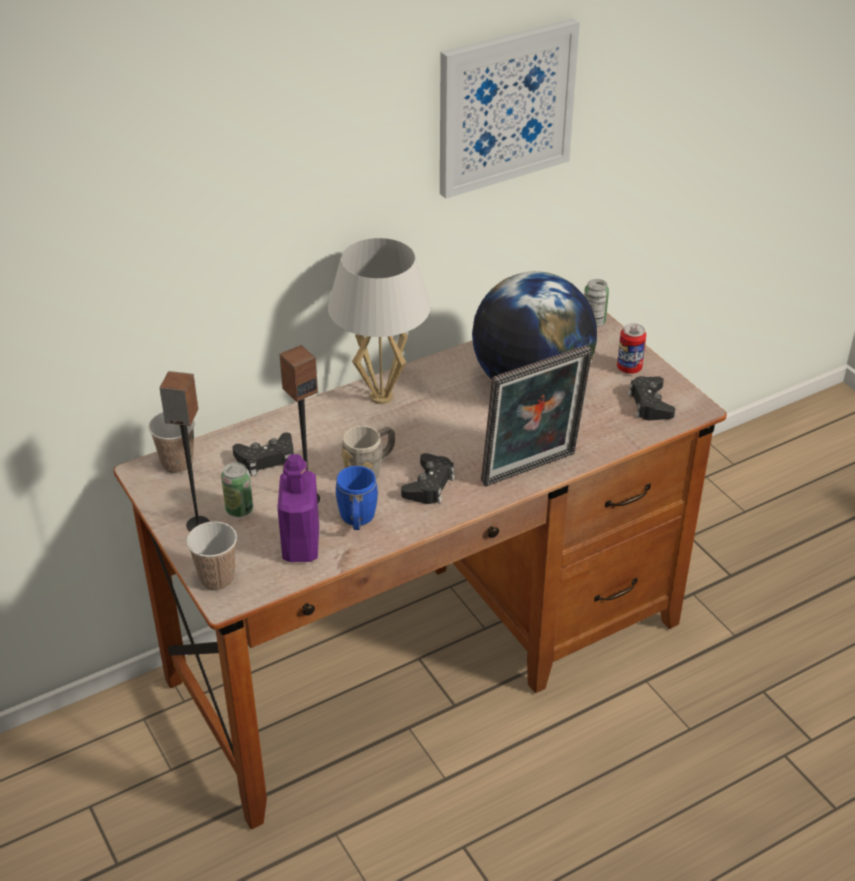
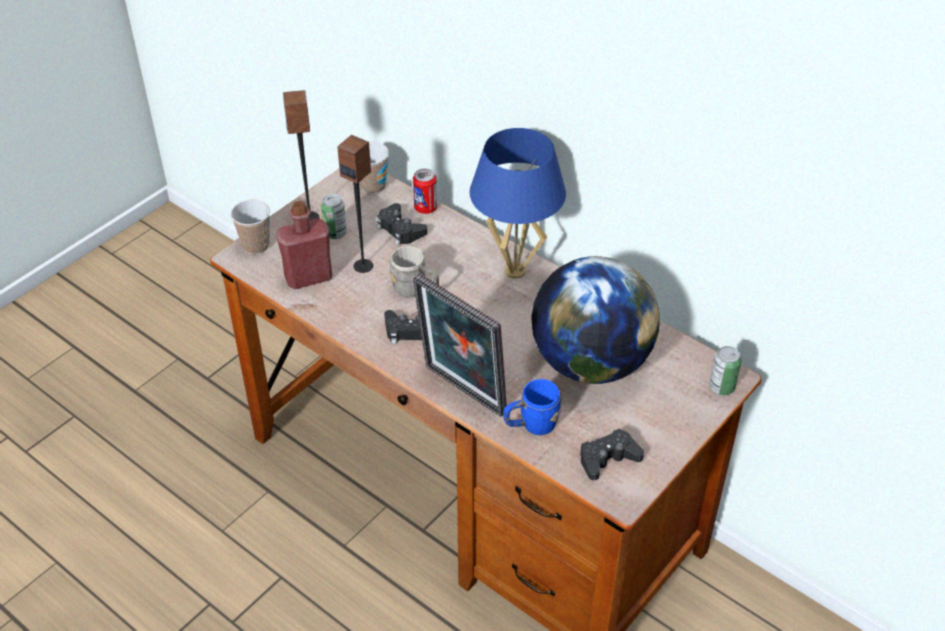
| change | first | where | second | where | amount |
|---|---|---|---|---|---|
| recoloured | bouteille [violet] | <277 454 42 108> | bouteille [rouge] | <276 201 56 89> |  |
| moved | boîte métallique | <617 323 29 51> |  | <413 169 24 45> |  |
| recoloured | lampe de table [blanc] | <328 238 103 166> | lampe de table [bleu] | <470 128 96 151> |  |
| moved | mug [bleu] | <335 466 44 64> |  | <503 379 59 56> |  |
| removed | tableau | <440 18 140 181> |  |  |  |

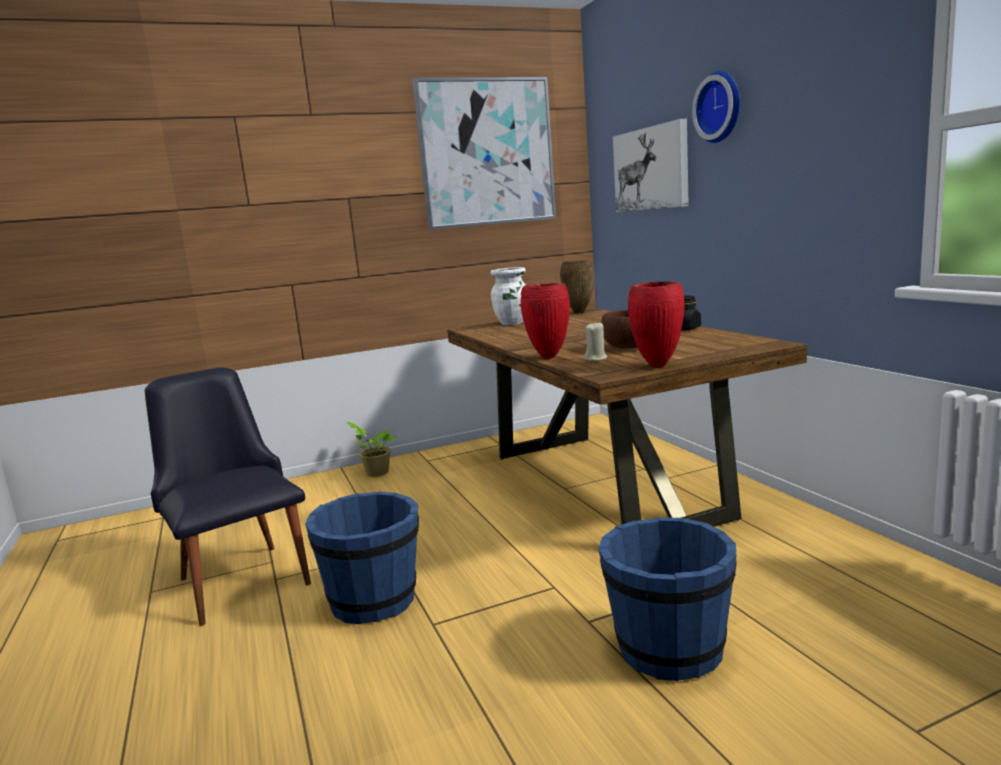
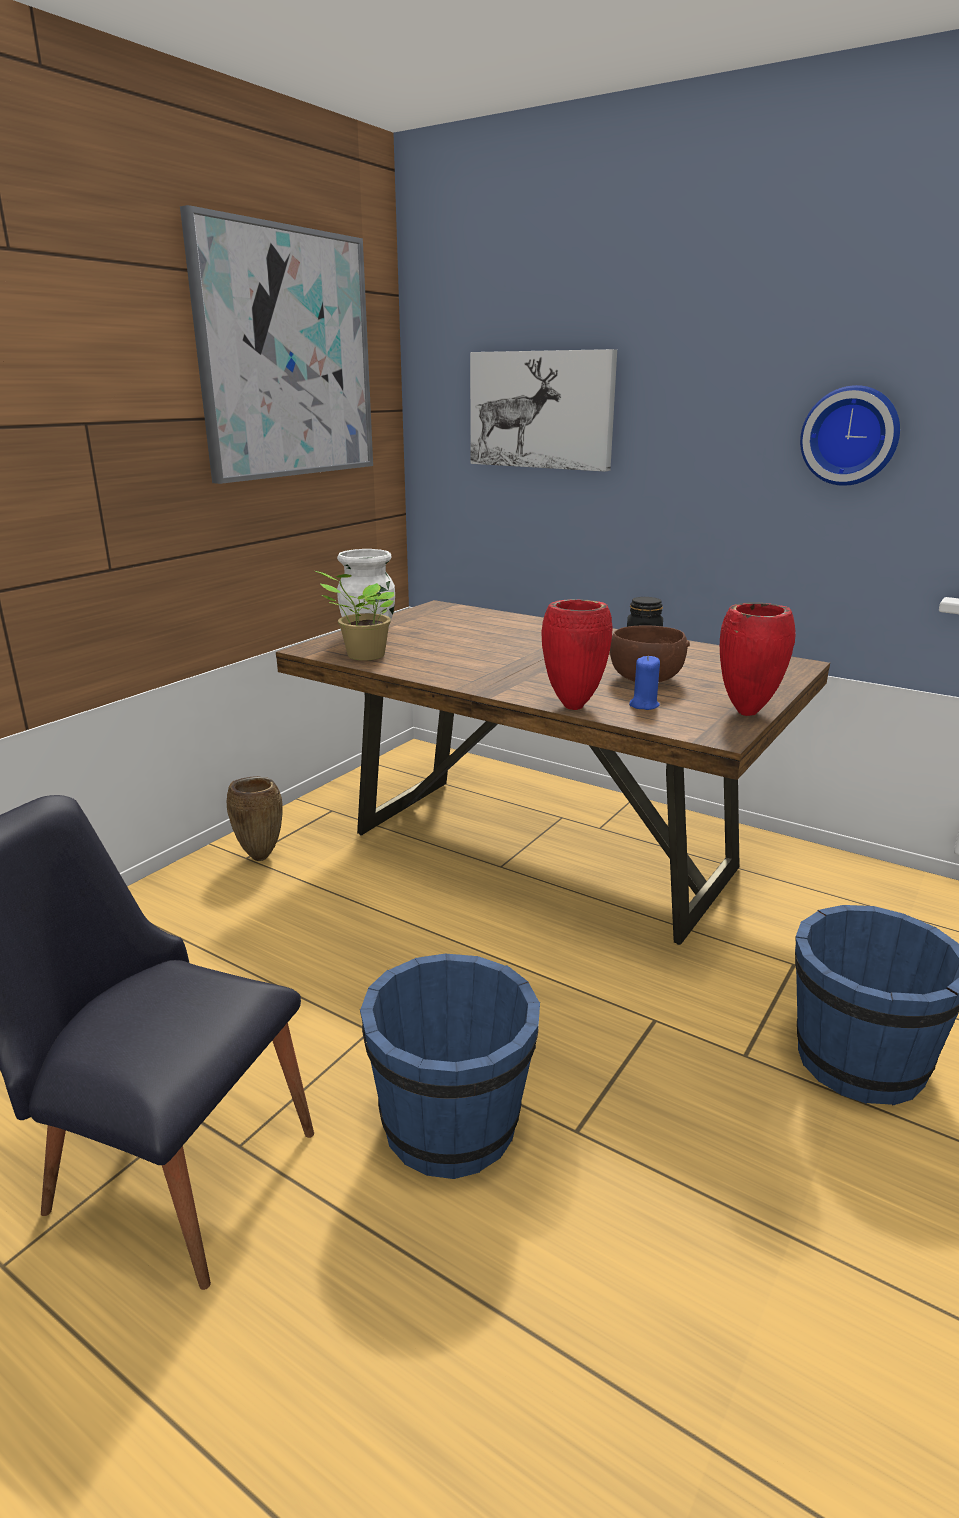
| change | first | where | second | where | amount |
|---|---|---|---|---|---|
| moved | vase [marron] | <560 260 34 54> |  | <227 776 56 85> |  |
| moved | plante en pot | <347 422 50 55> |  | <316 571 78 90> |  |
| recoloured | bougie [beige] | <584 323 23 38> | bougie [bleu] | <629 655 31 55> |  |
| moved | horloge murale | <692 71 49 72> |  | <800 385 100 101> |  |

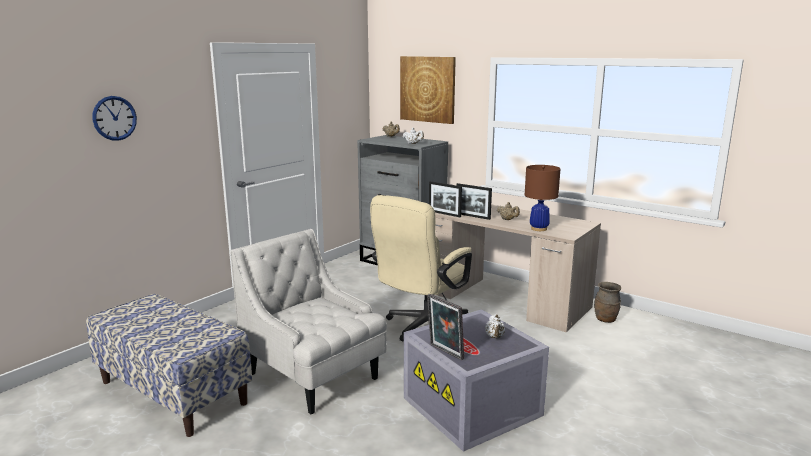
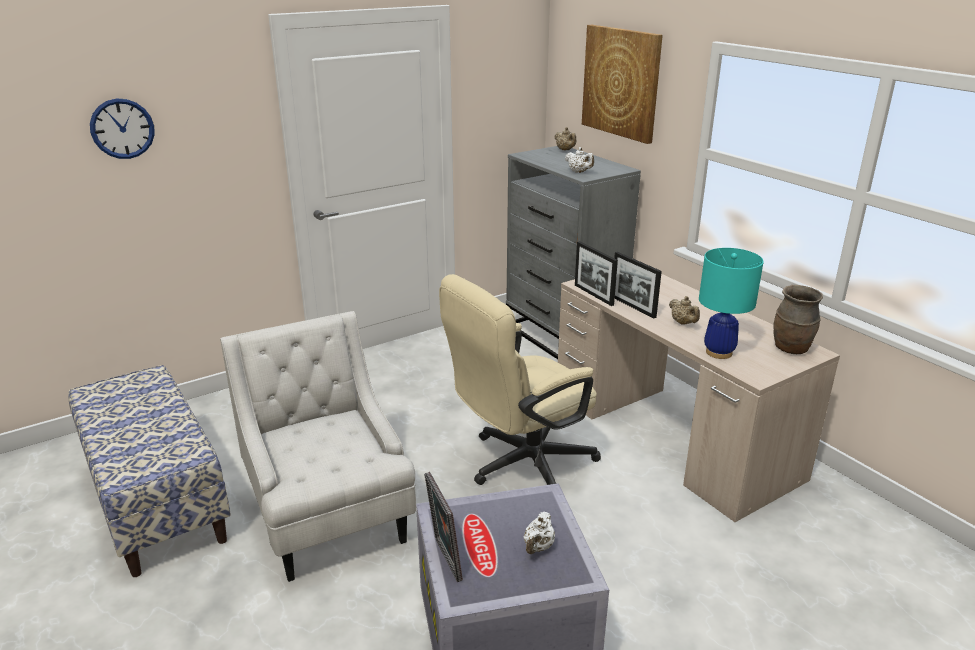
| change | first | where | second | where | amount |
|---|---|---|---|---|---|
| recoloured | lampe de table [marron] | <525 165 35 66> | lampe de table [turquoise] | <699 248 65 111> |  |
| moved | vase [marron] | <594 282 27 41> |  | <773 285 50 69> |  |

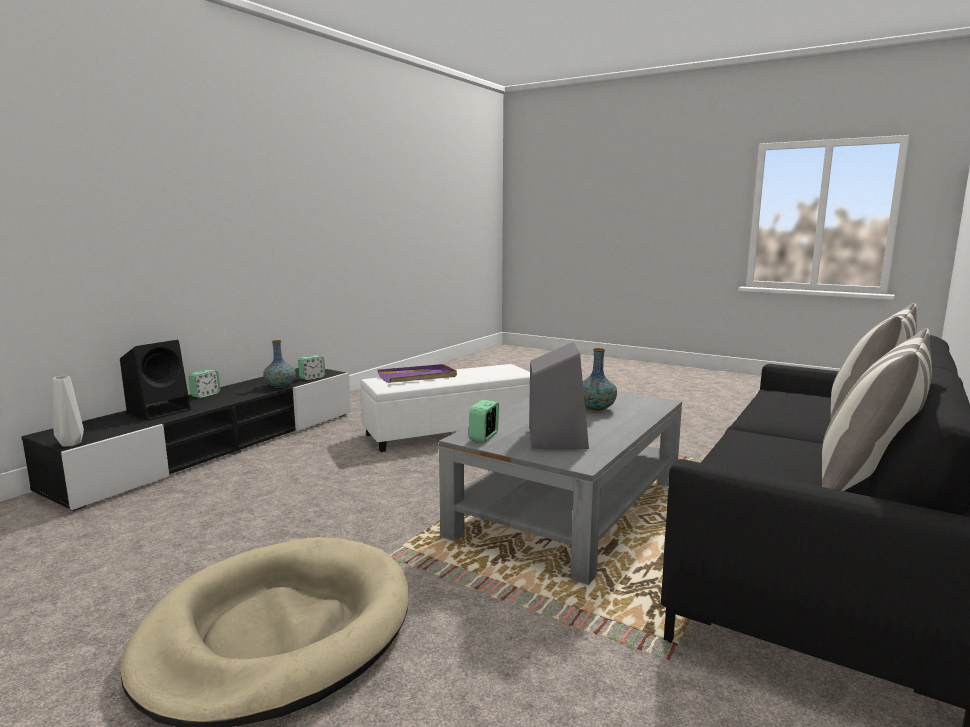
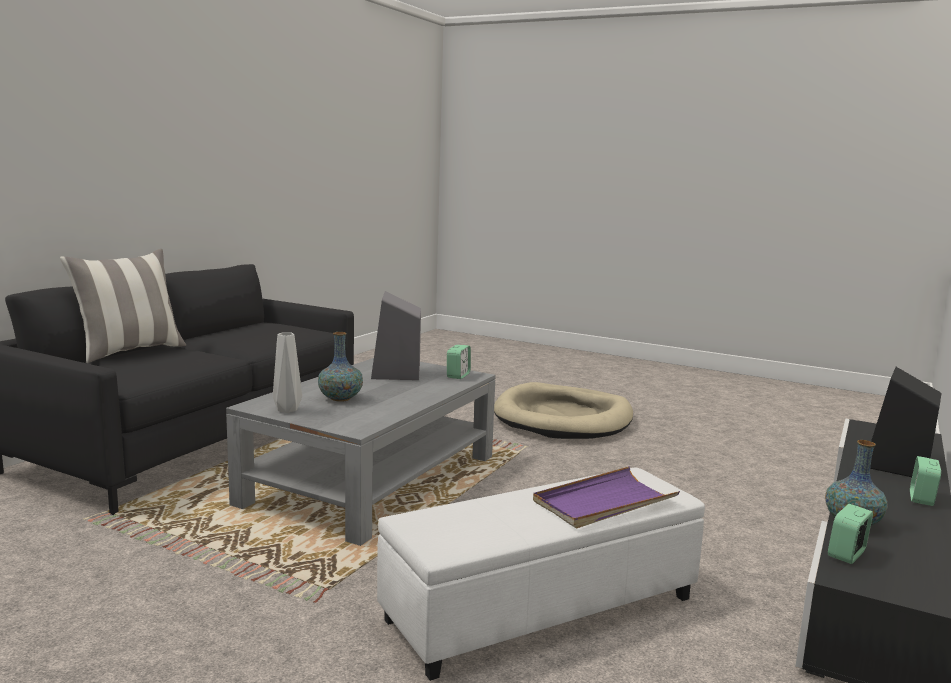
| change | first | where | second | where | amount |
|---|---|---|---|---|---|
| moved | vase [gris] | <53 376 31 70> |  | <273 332 29 81> |  |
| removed | coussin | <822 328 110 163> |  |  |  |

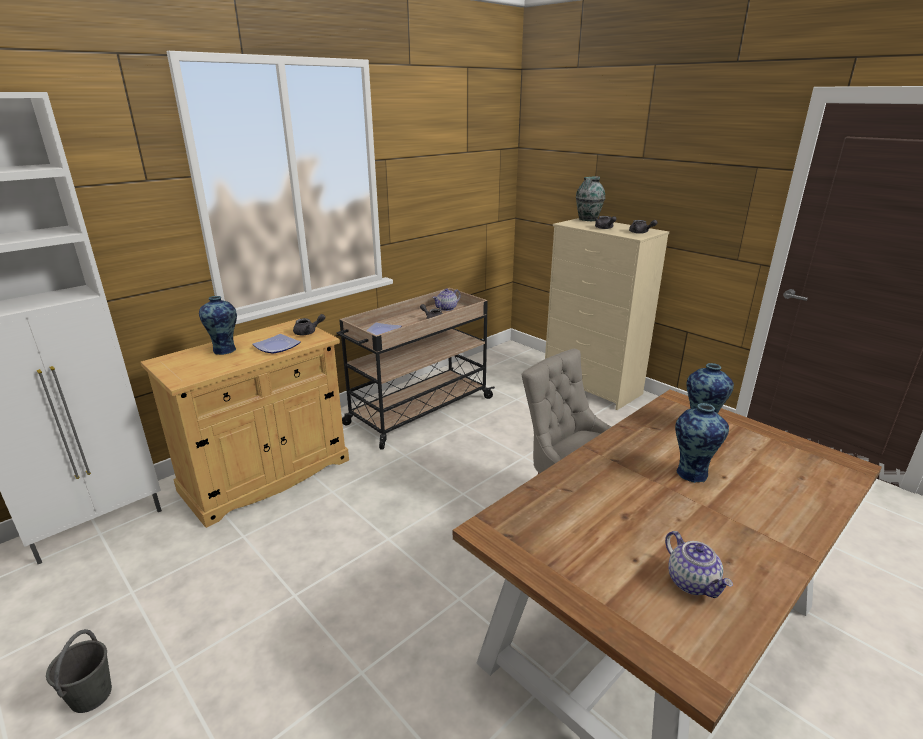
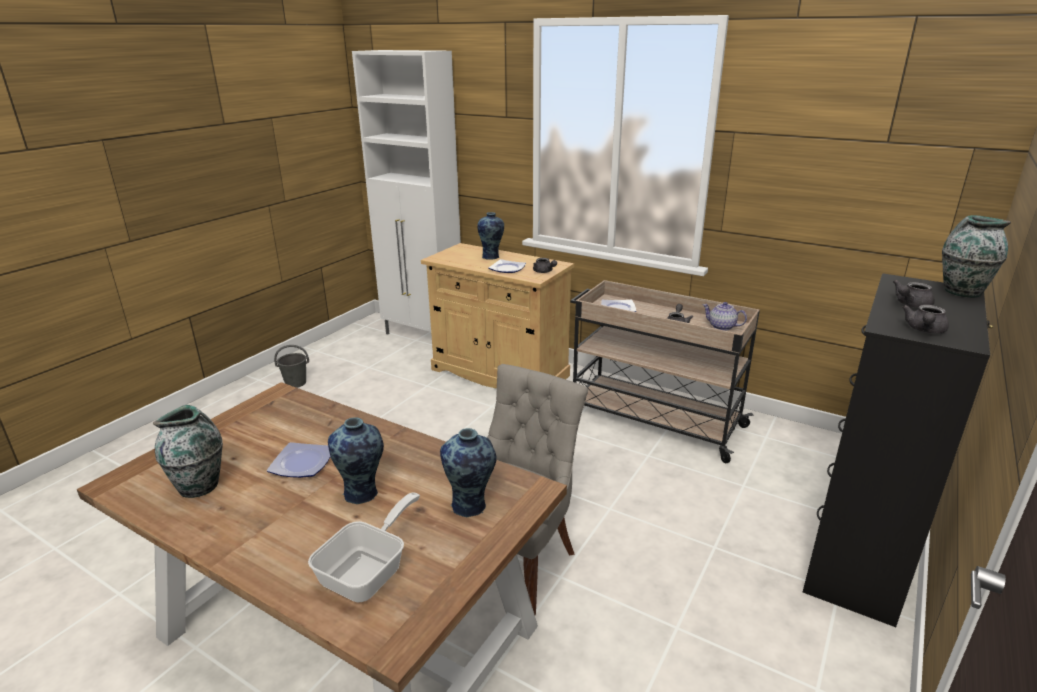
| change | first | where | second | where | amount |
|---|---|---|---|---|---|
| replaced | théière | <665 531 68 67> | vase | <153 405 70 93> |  |
| added |  |  | assiette | <267 442 64 36> |  |
| added |  |  | poêle | <308 492 112 110> |  |
| recoloured | commode [beige] | <545 218 124 192> | commode [noir] | <803 273 190 354> |  |

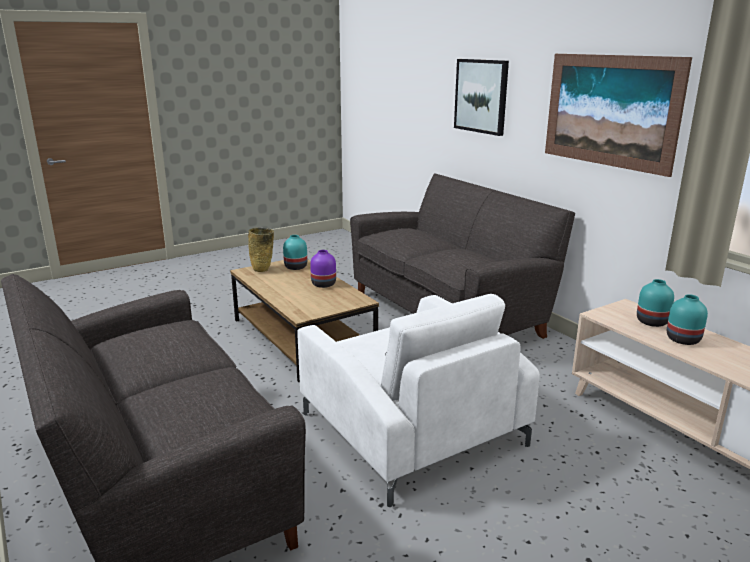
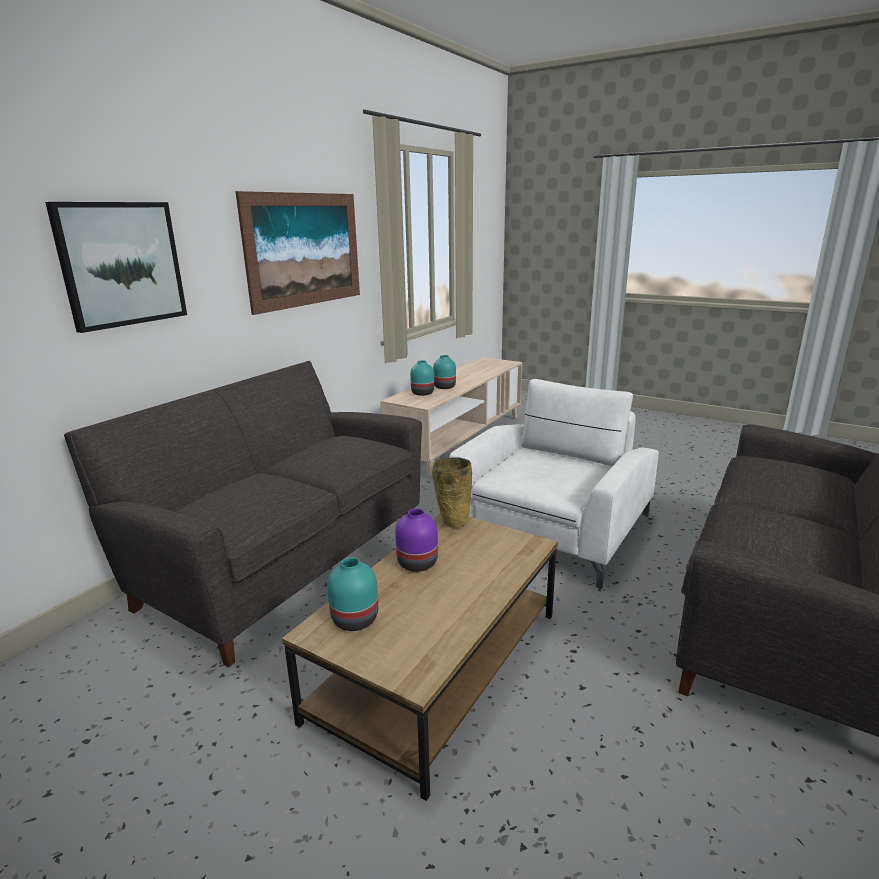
| change | first | where | second | where | amount |
|---|---|---|---|---|---|
| moved | vase [beige] | <248 228 26 44> |  | <432 457 40 71> |  |

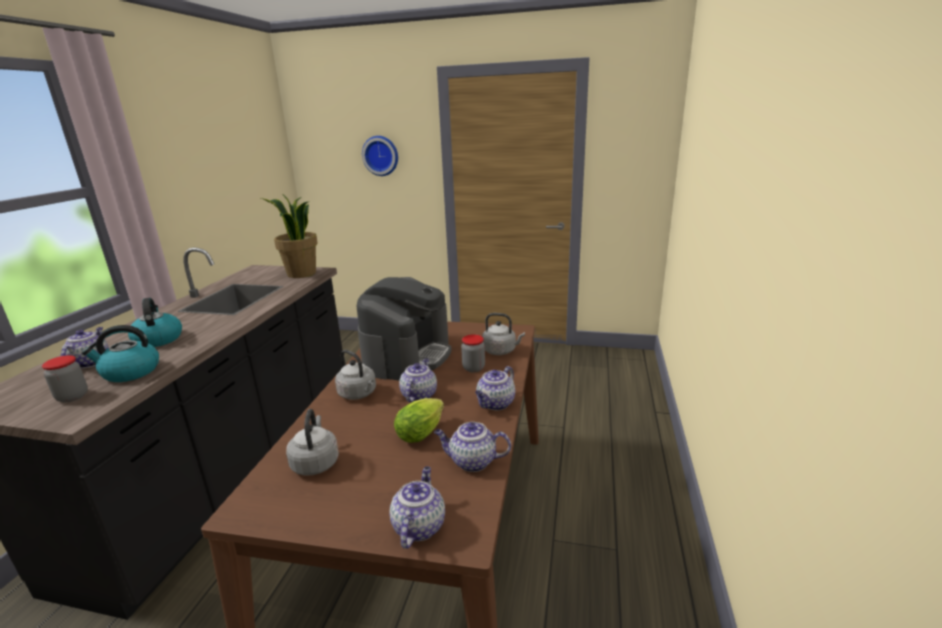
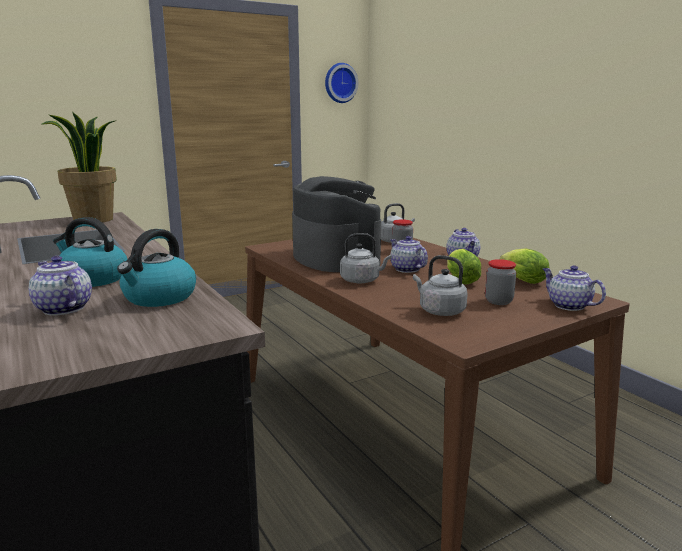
| change | first | where | second | where | amount |
|---|---|---|---|---|---|
| moved | horloge murale | <362 136 36 40> |  | <325 63 33 40> |  |
| moved | bocal | <42 355 46 47> |  | <485 259 31 46> |  |
| replaced | théière | <434 422 77 50> | laitue | <500 248 49 36> |  |

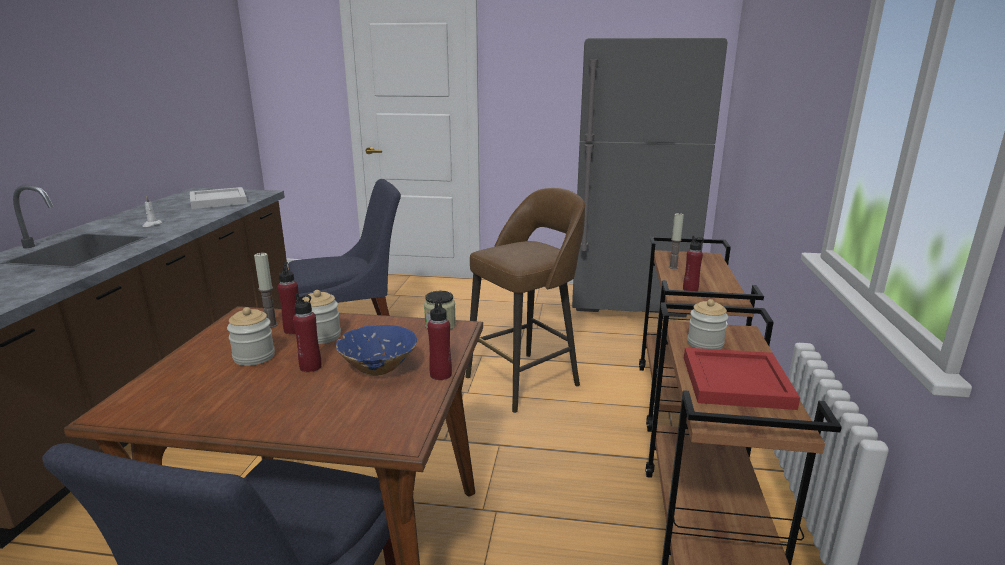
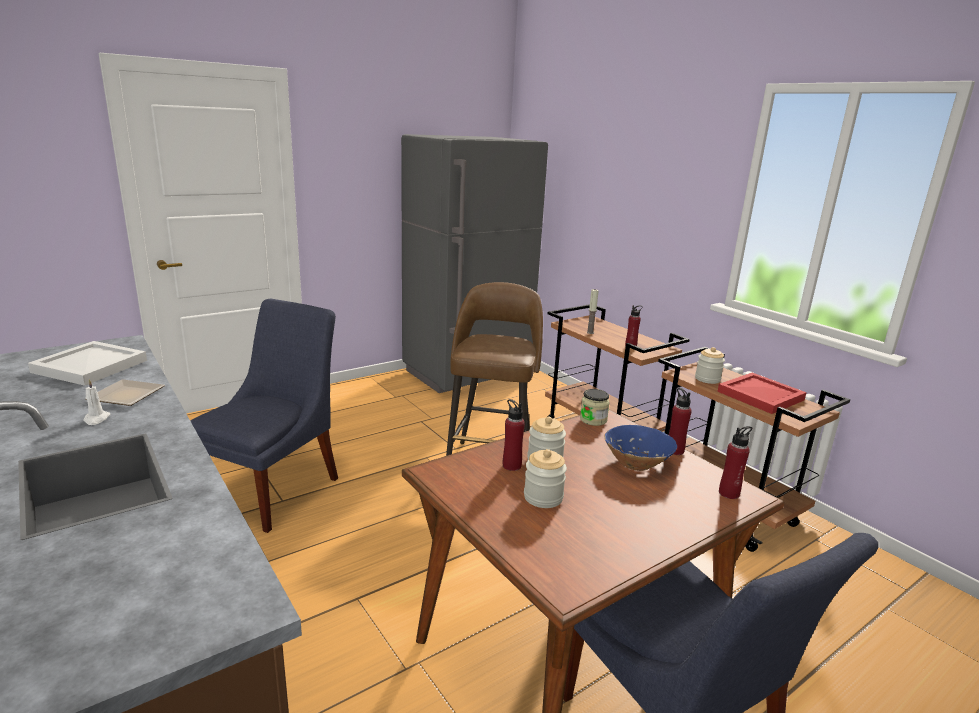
| change | first | where | second | where | amount |
|---|---|---|---|---|---|
| added |  |  | assiette | <85 379 80 27> |  |
| moved | bouteille [rouge] | <293 293 29 79> |  | <719 426 33 73> |  |
| removed | bougie | <254 253 24 75> |  |  |  |

